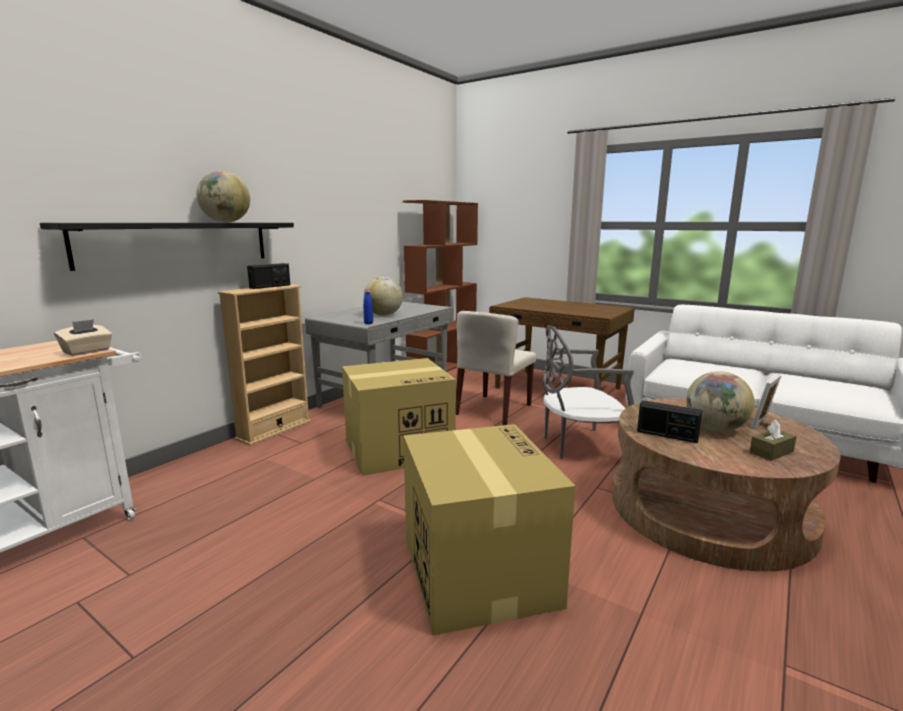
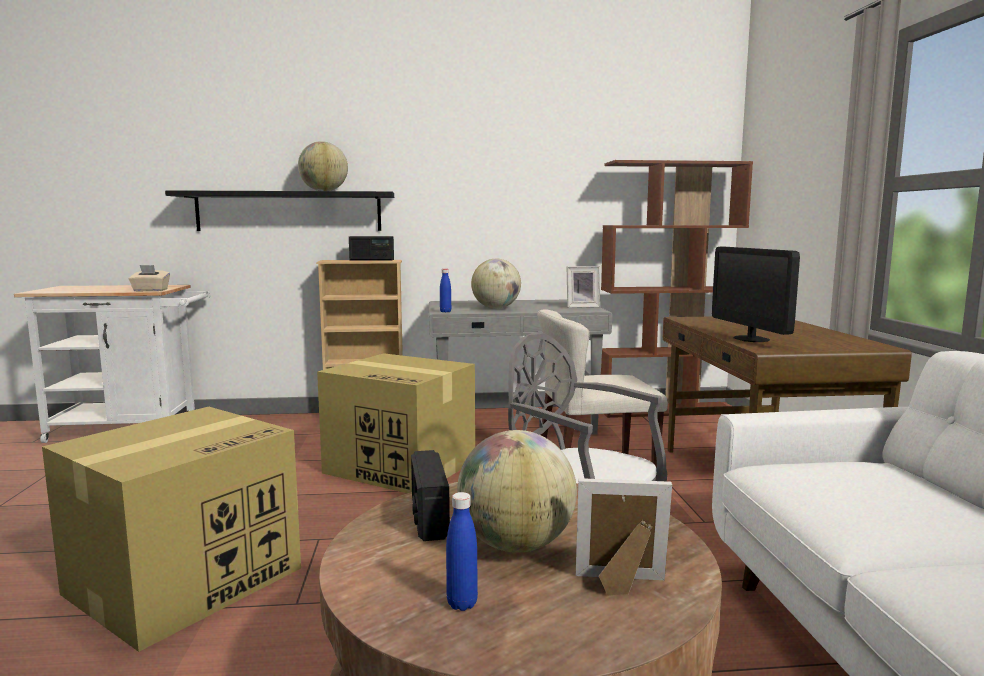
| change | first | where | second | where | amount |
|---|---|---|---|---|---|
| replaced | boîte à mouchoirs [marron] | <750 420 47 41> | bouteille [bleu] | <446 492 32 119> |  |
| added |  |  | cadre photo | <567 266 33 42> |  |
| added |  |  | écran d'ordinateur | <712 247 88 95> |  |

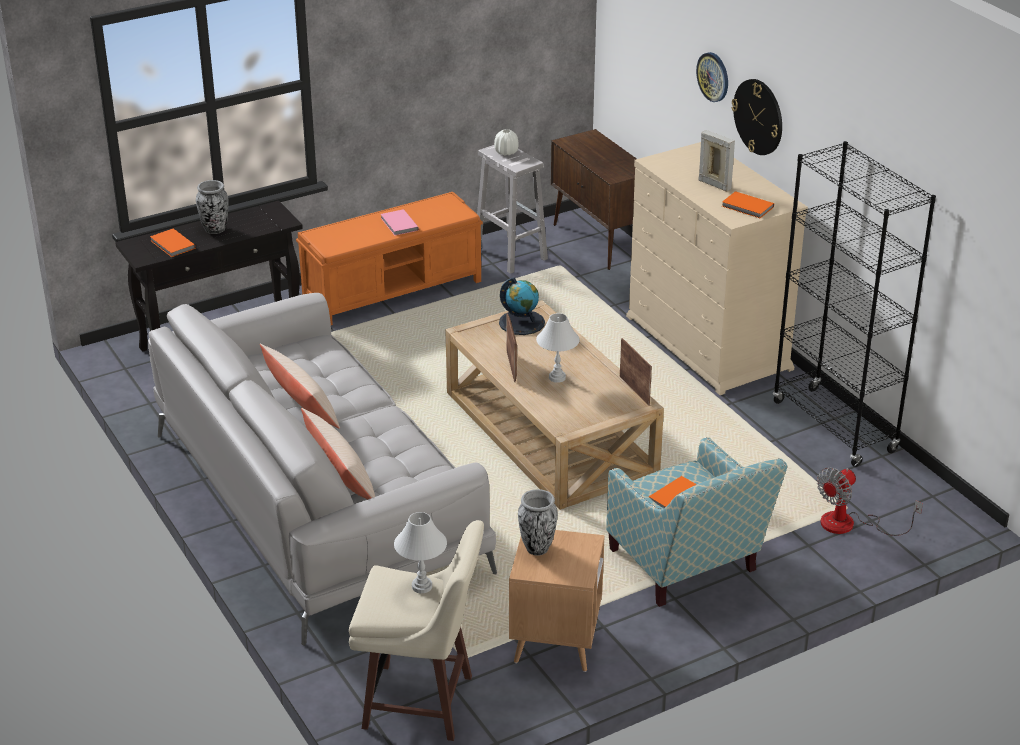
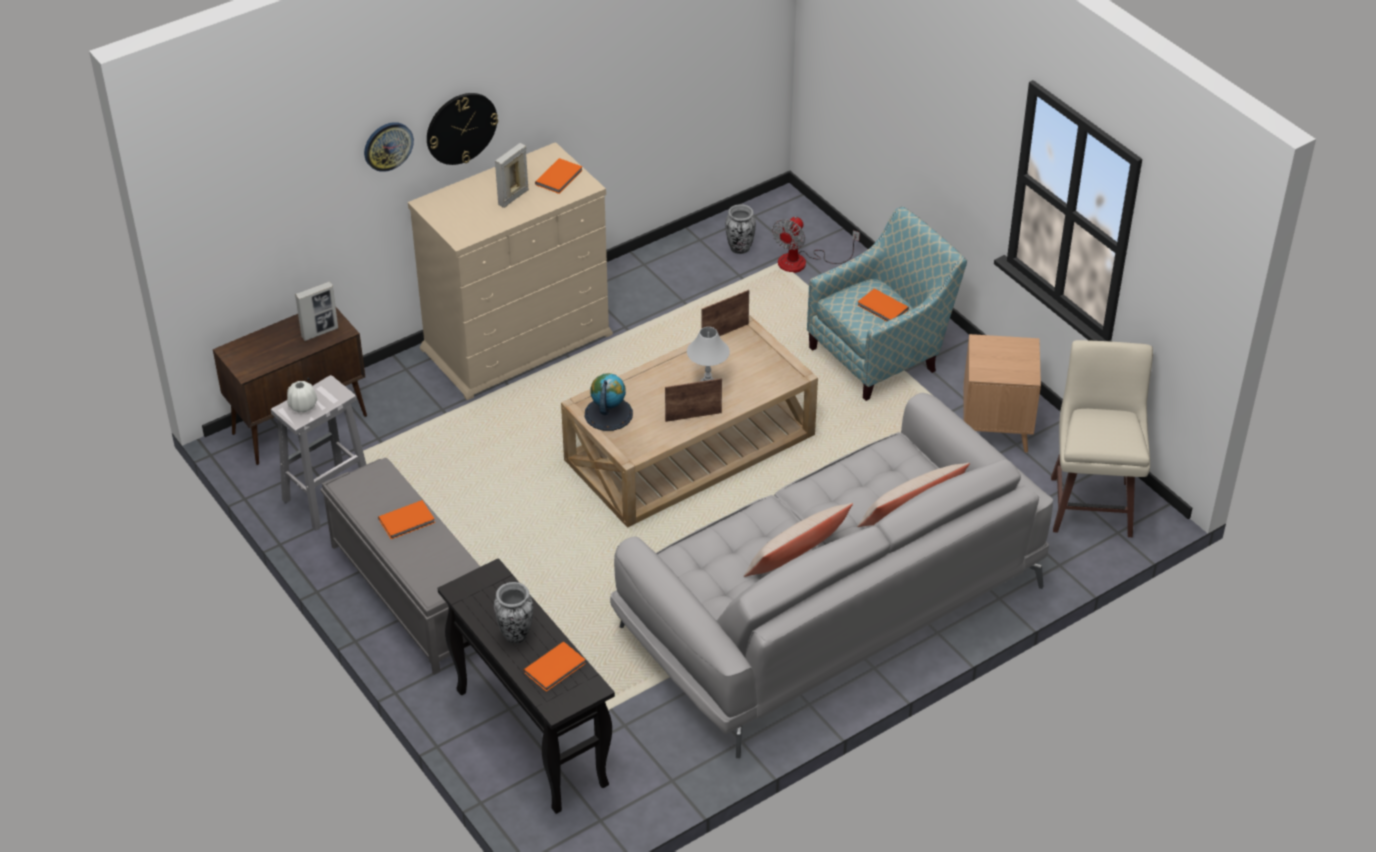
| change | first | where | second | where | amount |
|---|---|---|---|---|---|
| added |  |  | cadre photo | <295 282 43 59> |  |
| recoloured | banc [orange] | <296 192 187 133> | banc [gris] | <320 458 160 217> |  |
| recoloured | livre [rose] | <381 209 38 27> | livre [orange] | <378 500 57 39> |  |
| moved | vase | <518 489 40 67> |  | <725 204 31 50> |  |
| turned | ventilateur | <817 468 106 68> |  | <772 216 88 57> | 75 degrees clockwise |
| removed | lampe de table [blanc] | <394 512 53 81> |  |  |  |
| removed | bibliothèque [noir] | <773 141 163 326> |  |  |  |

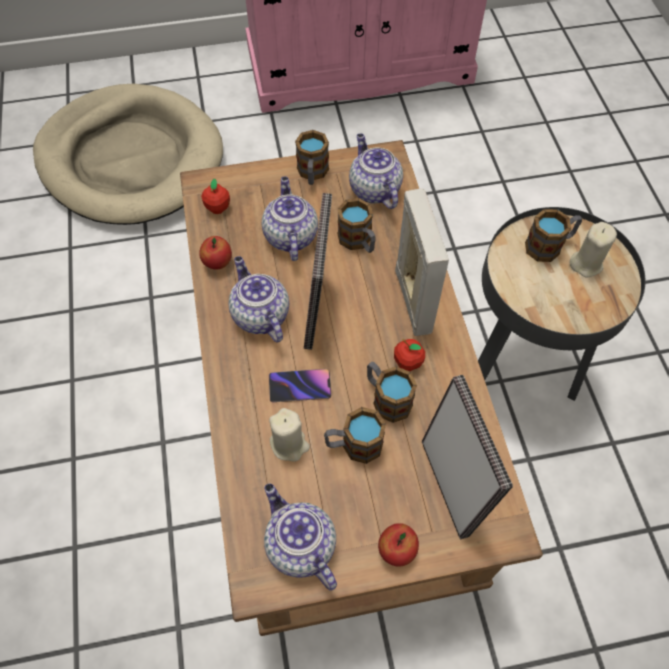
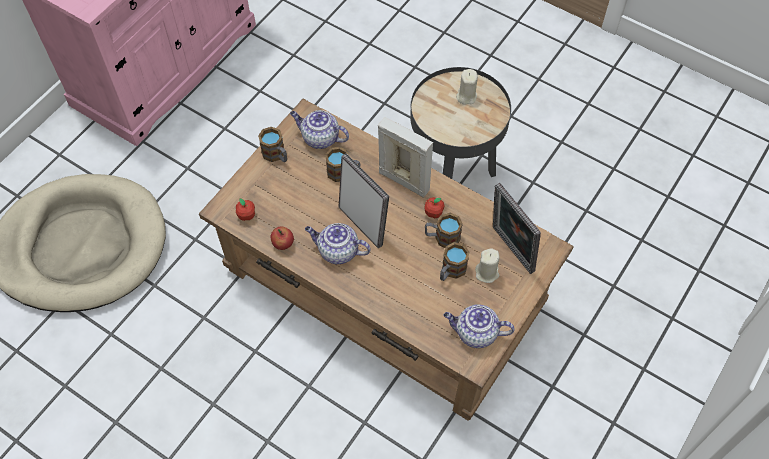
| change | first | where | second | where | amount |
|---|---|---|---|---|---|
| moved | bougie [beige] | <269 408 41 54> |  | <475 249 25 34> |  |
| turned | cadre photo | <422 375 91 165> |  | <493 182 48 92> | 150 degrees counterclockwise |
| removed | théière | <262 177 56 84> |  |  |  |
| removed | téléphone | <269 369 62 33> |  |  |  |
| removed | pomme | <378 523 41 44> |  |  |  |
| removed | mug | <525 209 57 53> |  |  |  |

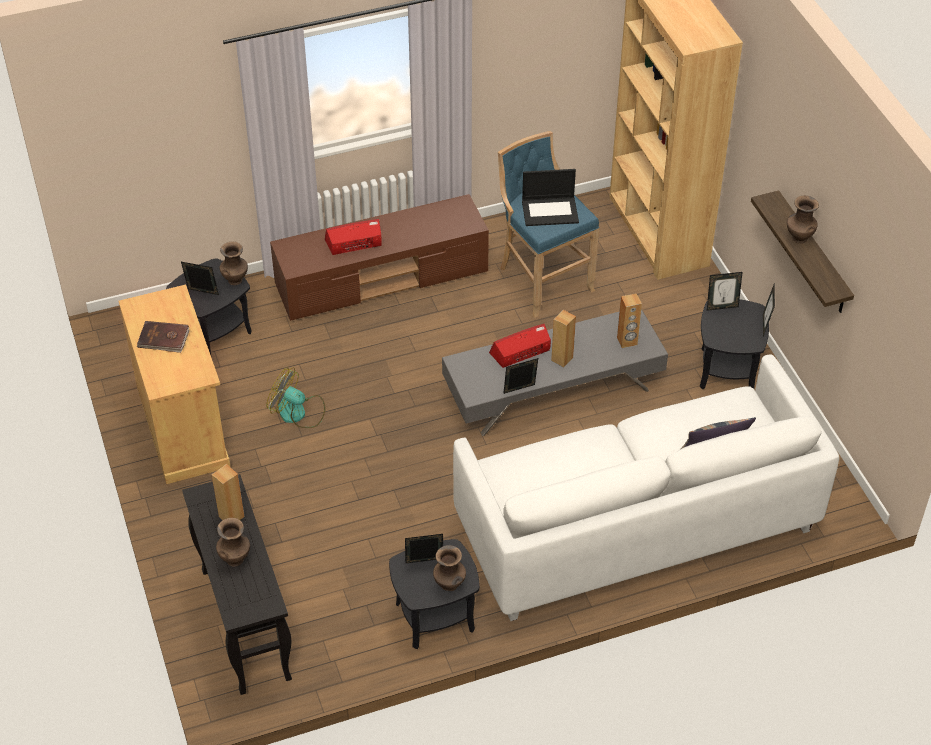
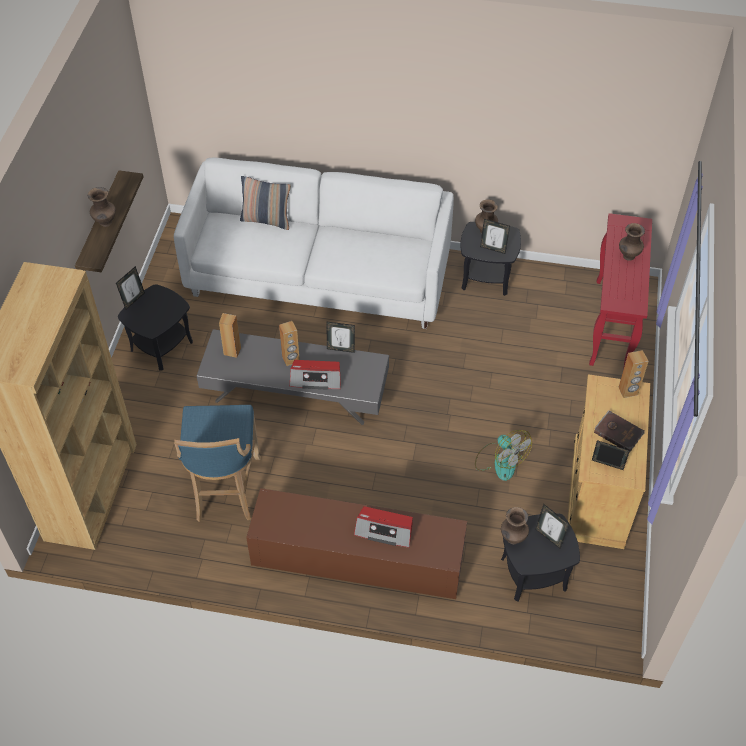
| change | first | where | second | where | amount |
|---|---|---|---|---|---|
| recoloured | table console [noir] | <182 474 110 221> | table console [rouge] | <589 213 63 156> |  |
| moved | cadre photo | <707 272 35 39> |  | <592 440 38 30> |  |
| moved | enceinte [marron] | <211 464 34 56> |  | <619 350 30 48> |  |
| removed | ordinateur portable | <522 169 57 57> |  |  |  |

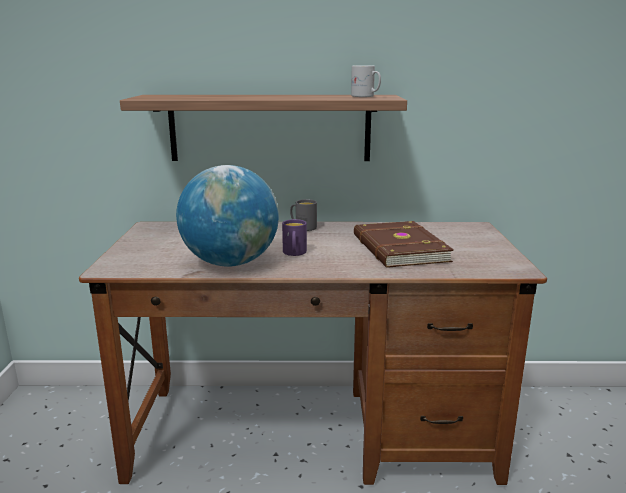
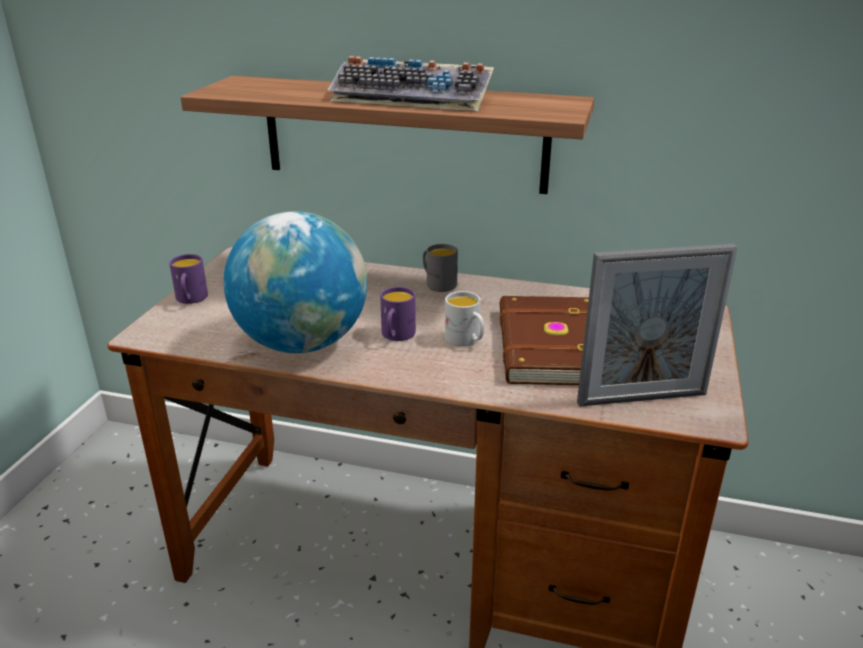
| change | first | where | second | where | amount |
|---|---|---|---|---|---|
| added |  |  | mug [violet] | <169 254 39 50> |  |
| added |  |  | clavier | <327 56 167 55> |  |
| moved | mug [blanc] | <351 65 30 32> |  | <445 291 39 55> |  |
| added |  |  | cadre photo | <577 244 161 163> |  |

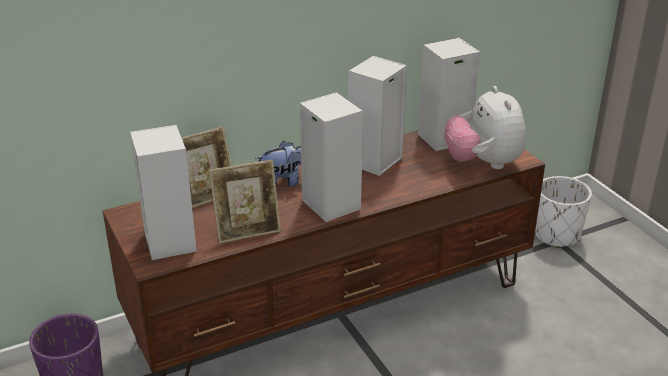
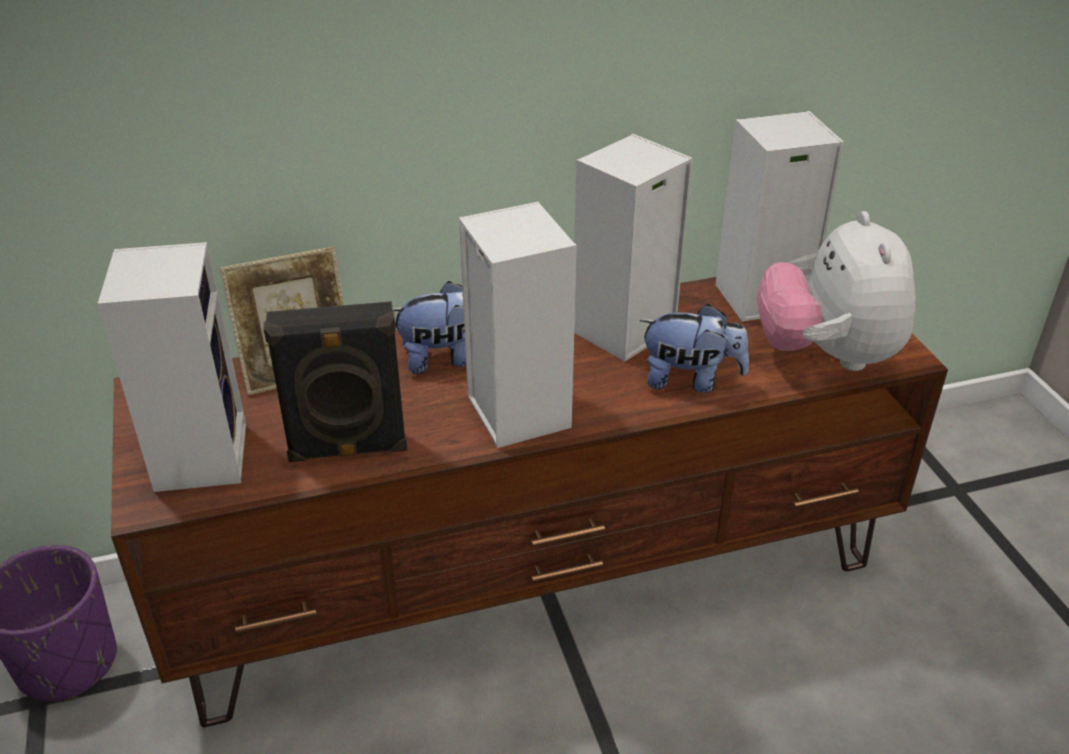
| change | first | where | second | where | amount |
|---|---|---|---|---|---|
| replaced | cadre photo | <209 160 72 84> | enceinte [noir] | <263 301 145 161> |  |
| added |  |  | peluche | <640 304 109 89> |  |
| removed | cache-pot [blanc] | <535 176 57 72> |  |  |  |

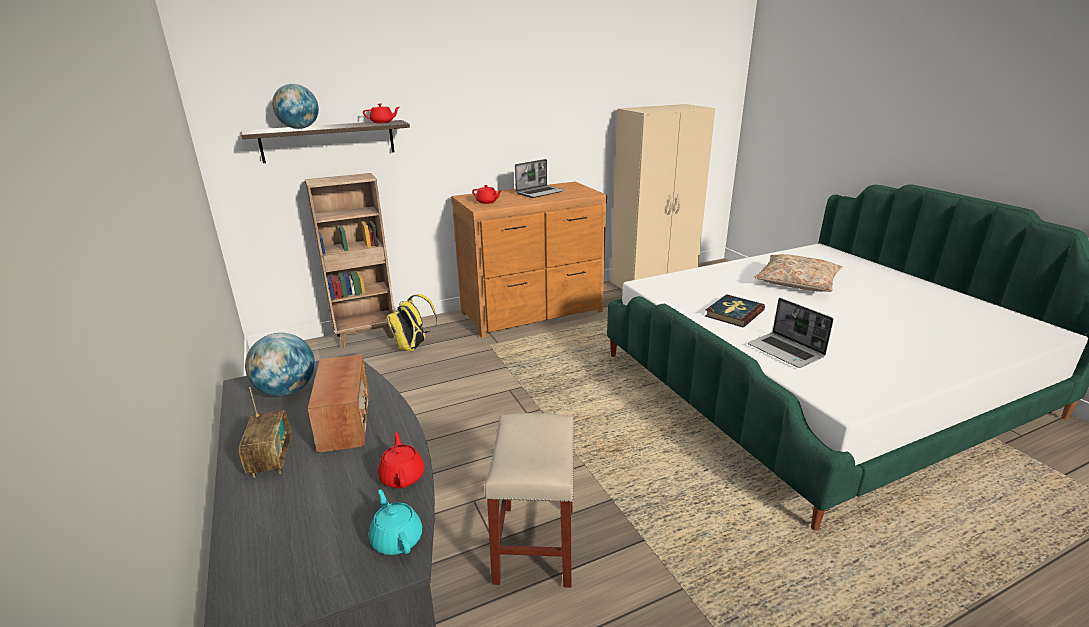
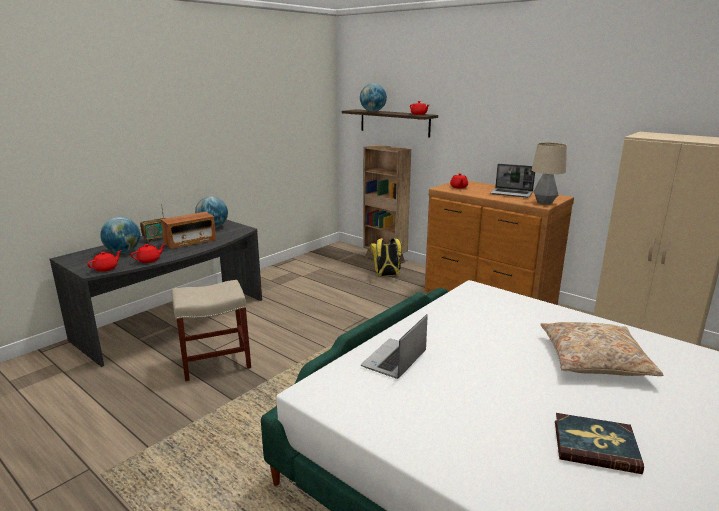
| change | first | where | second | where | amount |
|---|---|---|---|---|---|
| recoloured | théière [turquoise] | <369 489 53 66> | théière [rouge] | <87 250 35 22> |  |
| added |  |  | globe | <100 217 41 36> |  |
| added |  |  | lampe de table | <532 143 35 62> |  |
| moved | livre | <705 294 60 33> |  | <555 413 89 61> |  |

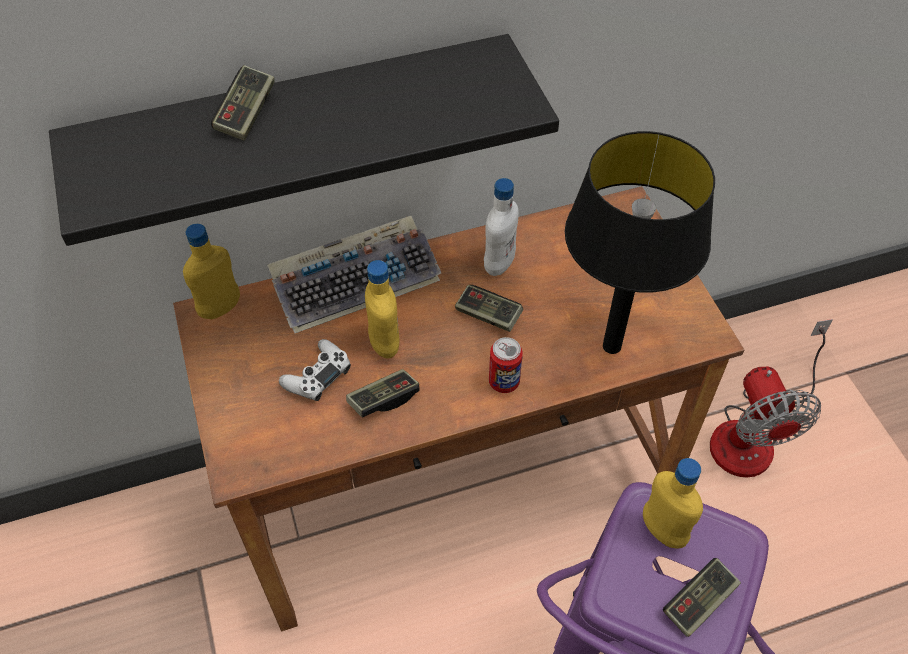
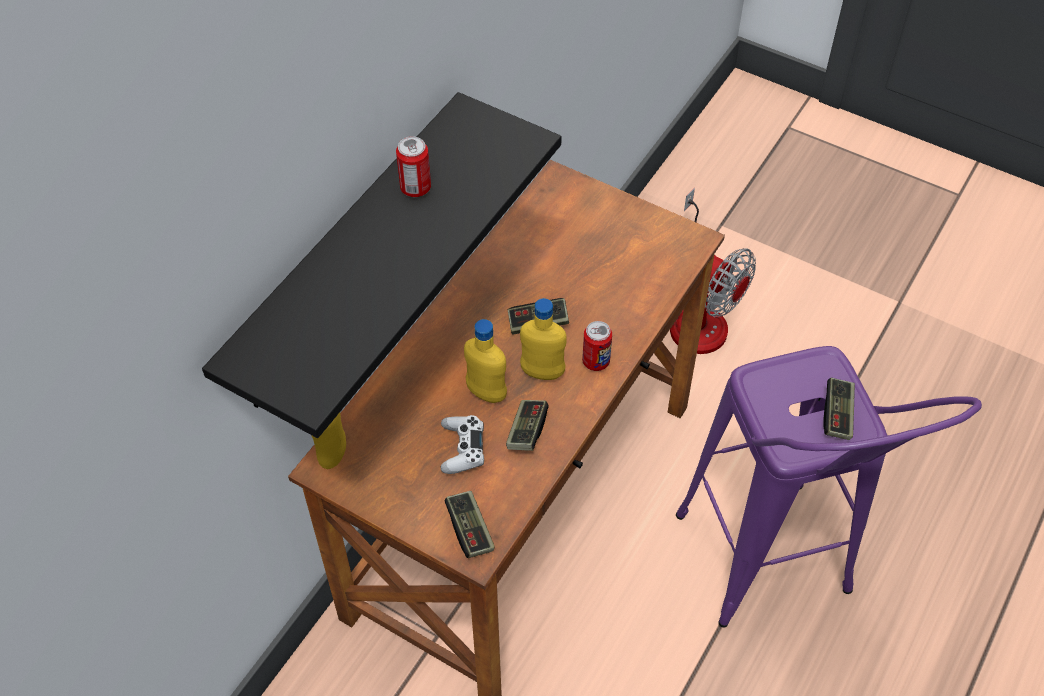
| change | first | where | second | where | amount |
|---|---|---|---|---|---|
| added |  |  | boîte métallique | <396 136 35 61> |  |
| moved | manette | <211 65 64 76> |  | <444 491 51 67> |  |
| moved | bouteille [jaune] | <643 458 60 91> |  | <520 298 47 82> |  |
| removed | clavier | <267 216 174 117> |  |  |  |
| removed | bouteille [blanc] | <484 178 35 98> |  |  |  |
| removed | lampe de table [noir] | <565 131 150 223> |  |  |  |

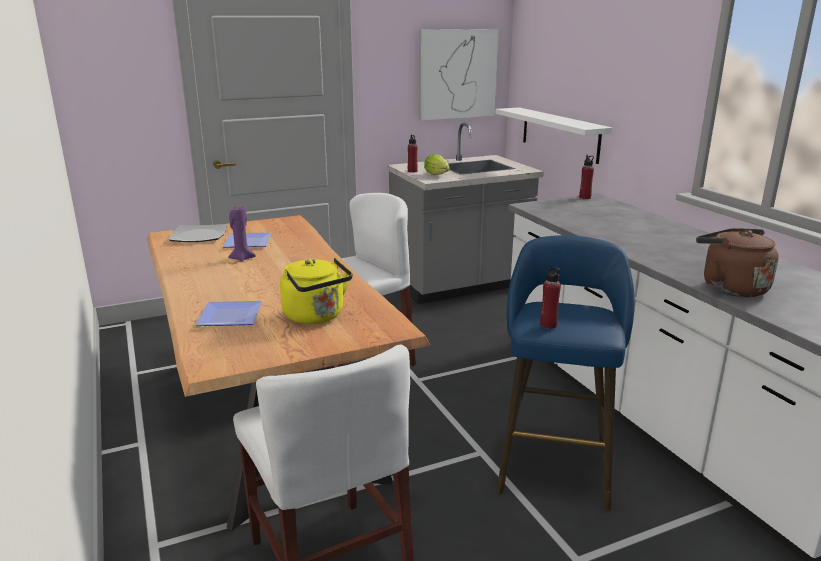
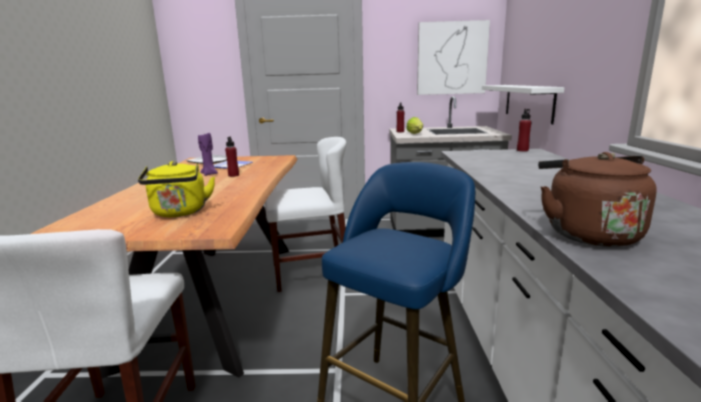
| change | first | where | second | where | amount |
|---|---|---|---|---|---|
| moved | bouteille [rouge] | <540 265 21 64> |  | <225 136 14 41> |  |
| removed | assiette | <195 301 67 25> |  |  |  |

